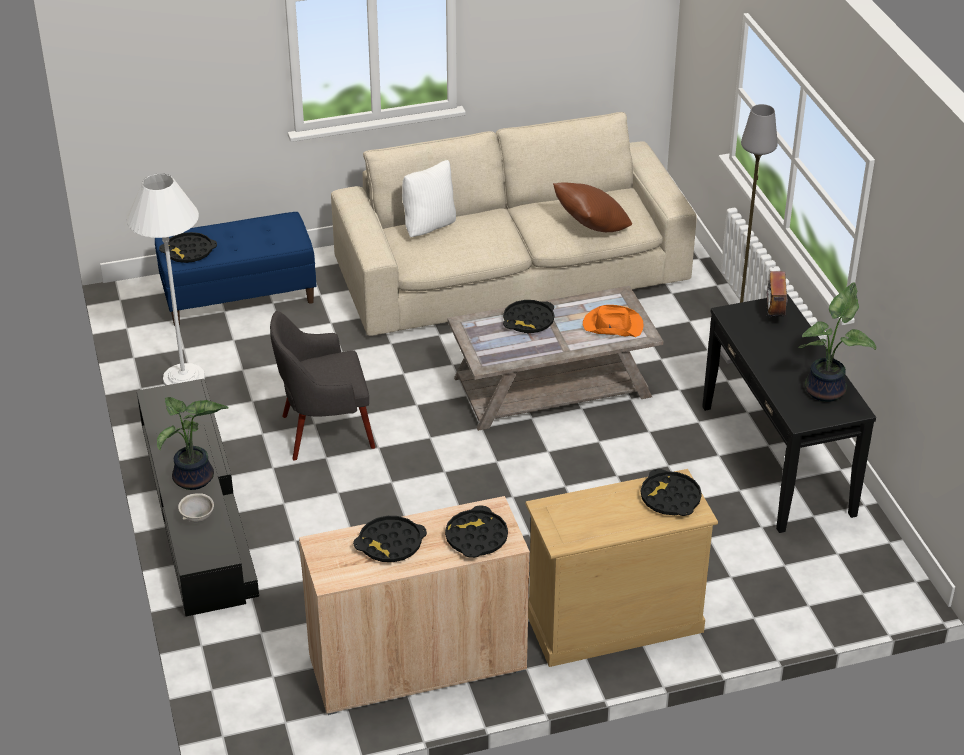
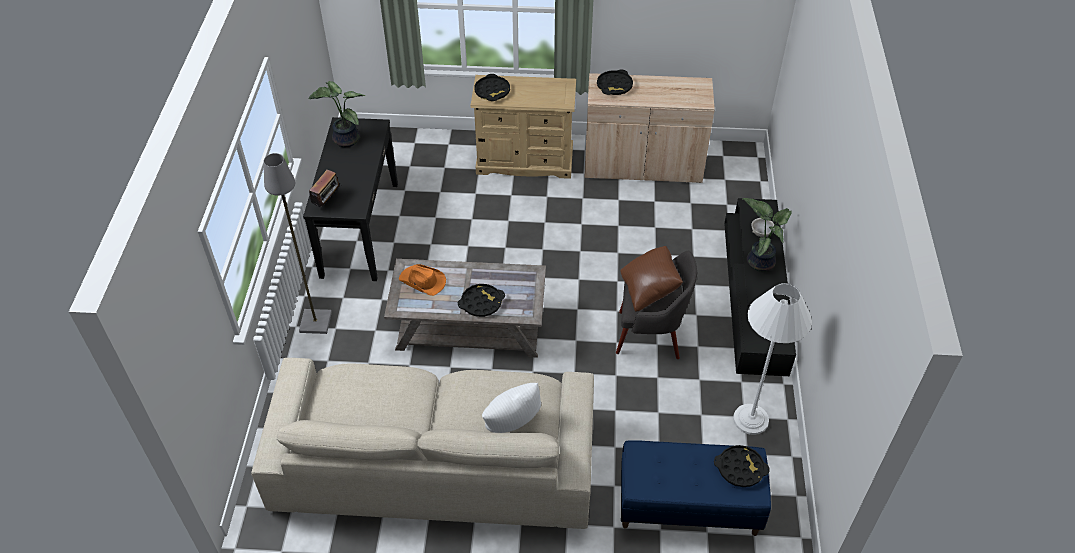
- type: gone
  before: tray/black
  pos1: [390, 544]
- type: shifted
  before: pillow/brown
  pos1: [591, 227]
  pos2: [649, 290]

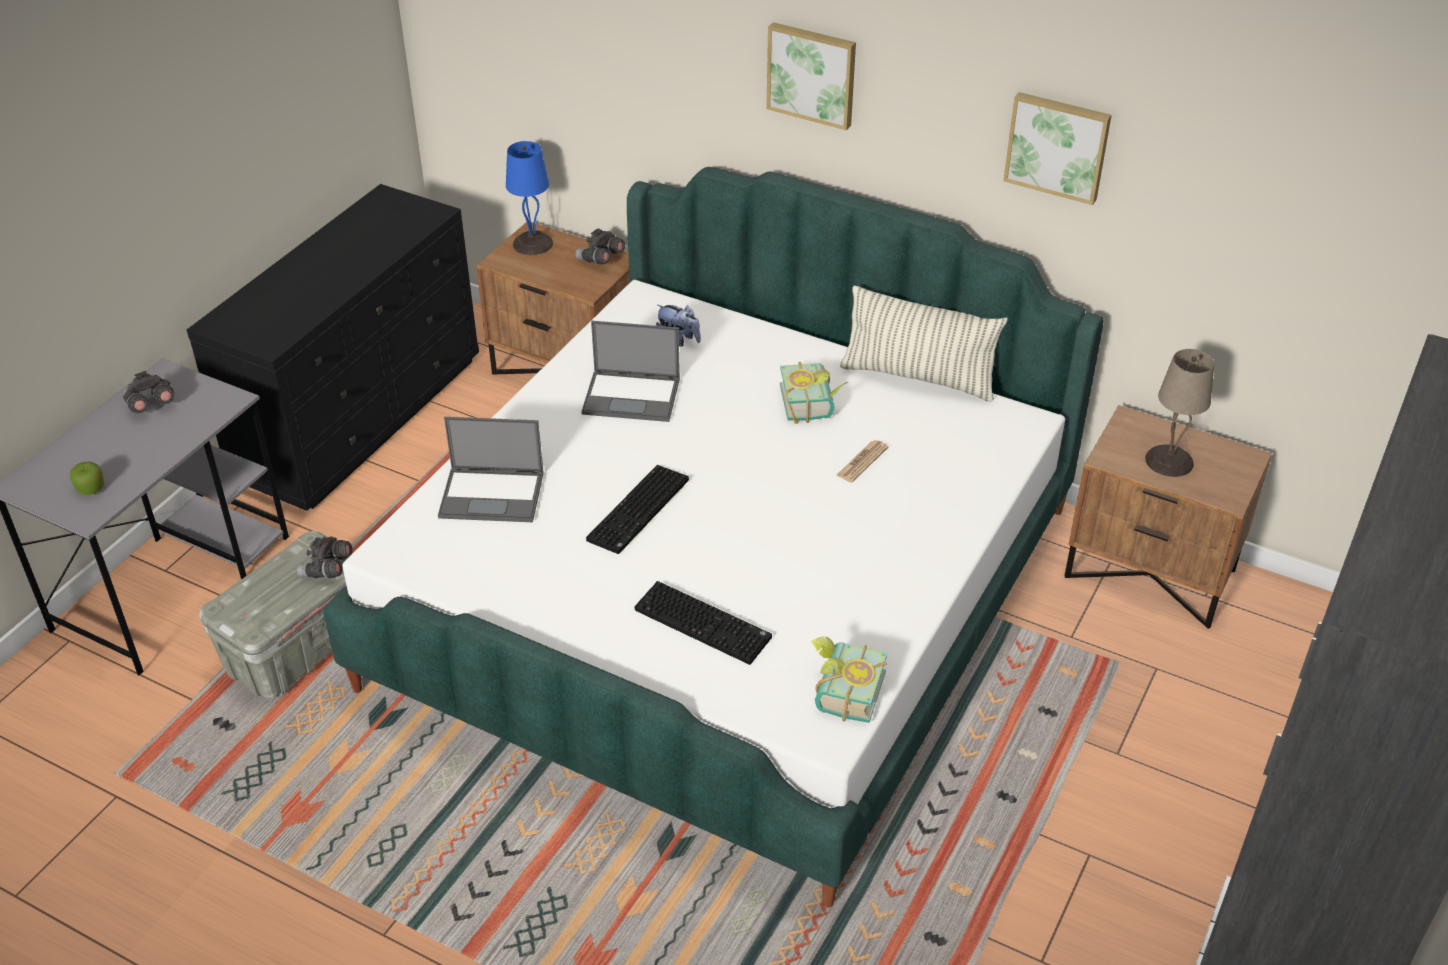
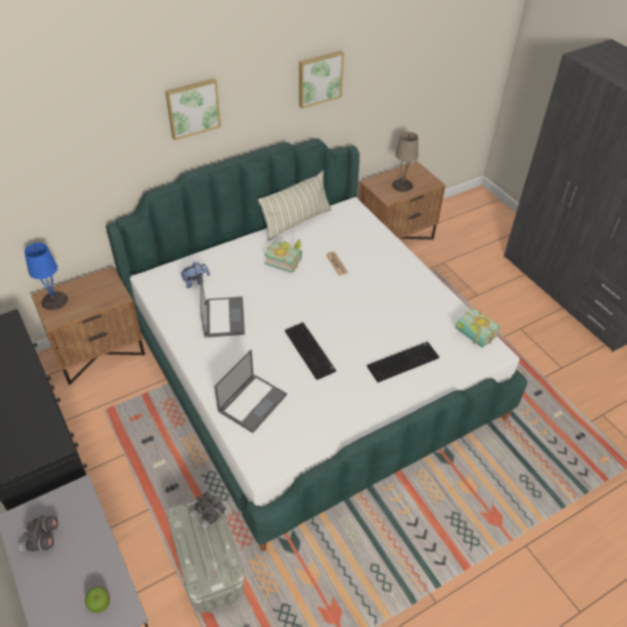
- type: gone
  before: binoculars/grey
  pos1: [600, 259]
- type: rotated
  before: laptop
  pos1: [632, 396]
  pos2: [223, 317]
  turn: -45

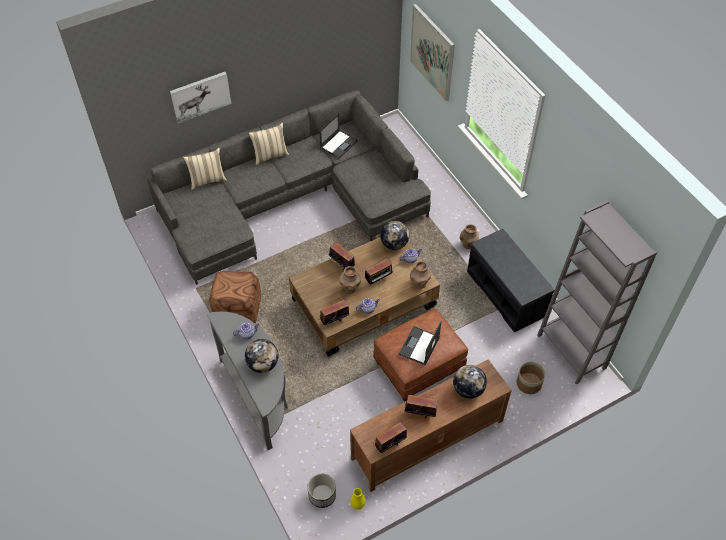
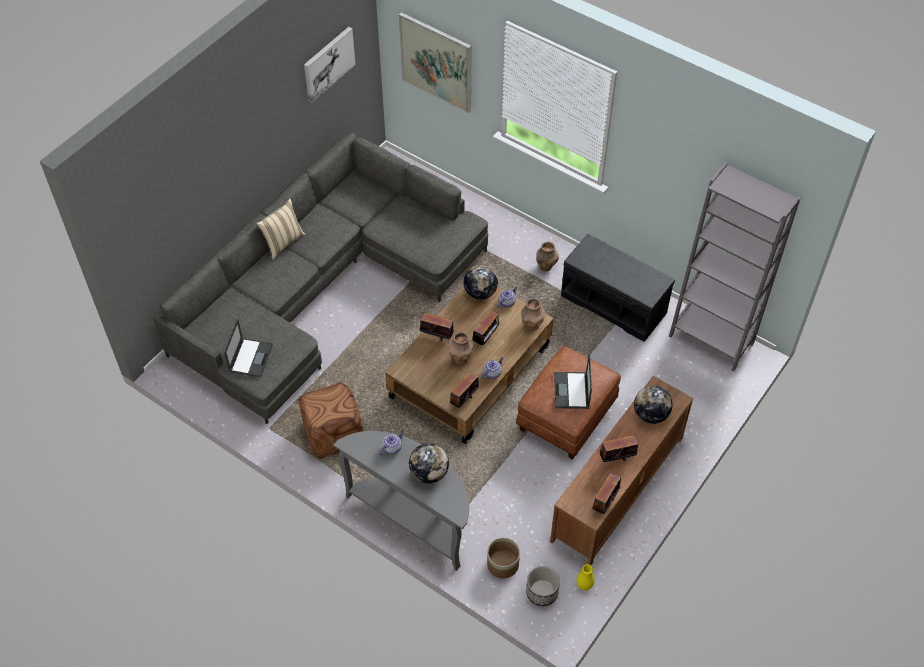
- type: shifted
  before: picture
  pos1: [200, 96]
  pos2: [328, 63]
- type: gone
  before: pillow/beige
  pos1: [207, 180]
- type: shifted
  before: laptop
  pos1: [339, 144]
  pos2: [251, 357]
- type: shifted
  before: planter
  pos1: [528, 383]
  pos2: [502, 564]

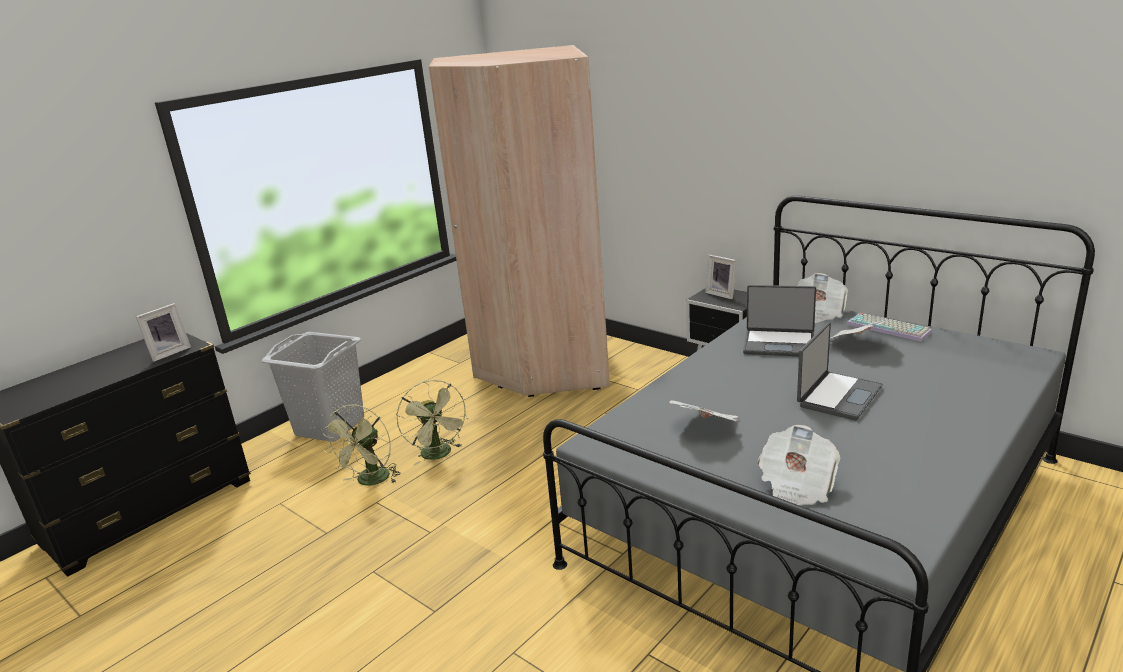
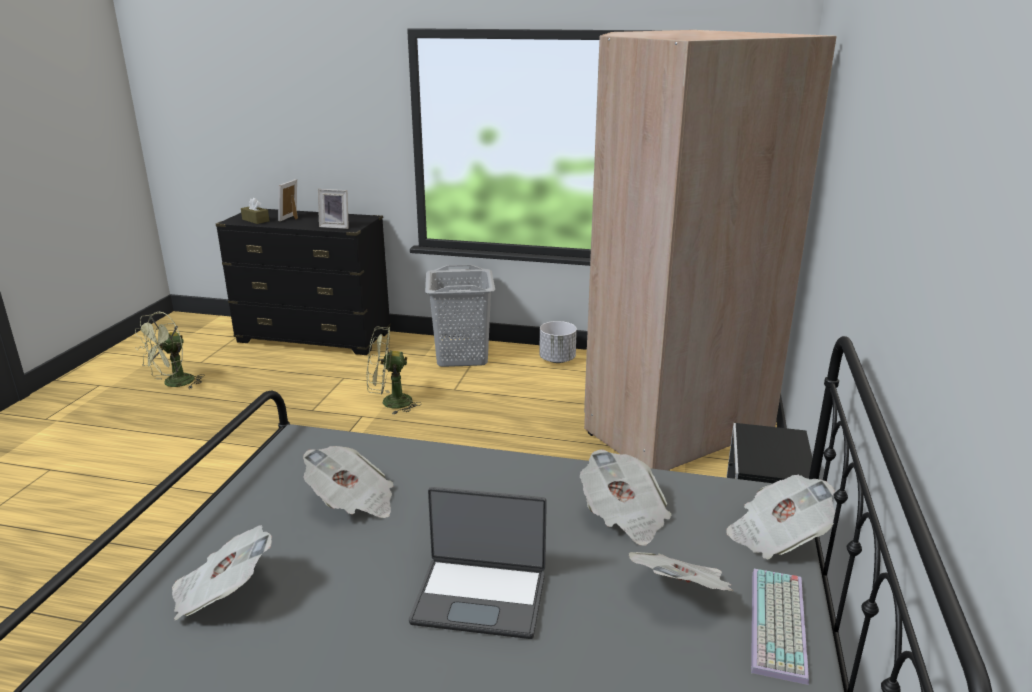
- type: shifted
  before: fan/green
  pos1: [439, 455]
  pos2: [174, 384]
- type: shifted
  before: picture frame
  pos1: [722, 294]
  pos2: [292, 218]
- type: swapped
  before: laptop
  after: newspaper
  pos1: [779, 344]
  pos2: [624, 517]
- type: new
  after: tissue box/brown
  pos2: [255, 220]
- type: new
  after: planter/white
  pos2: [557, 359]

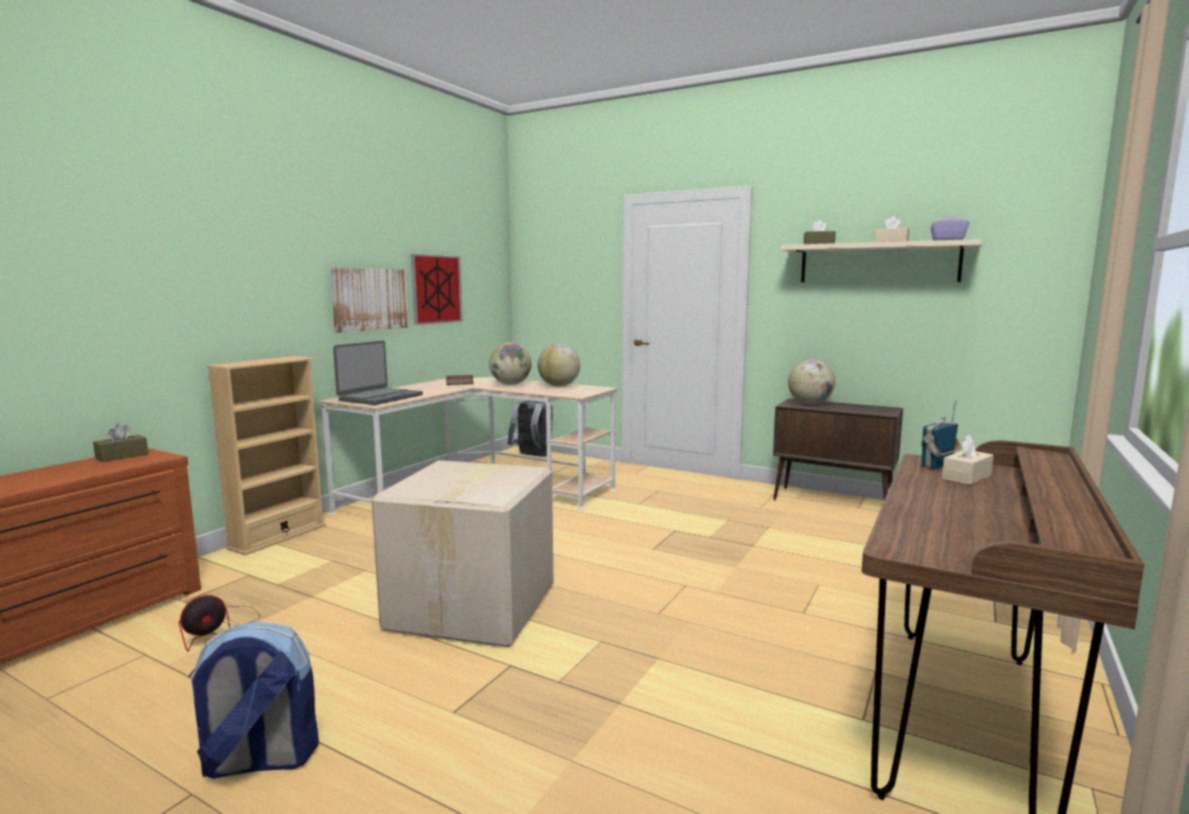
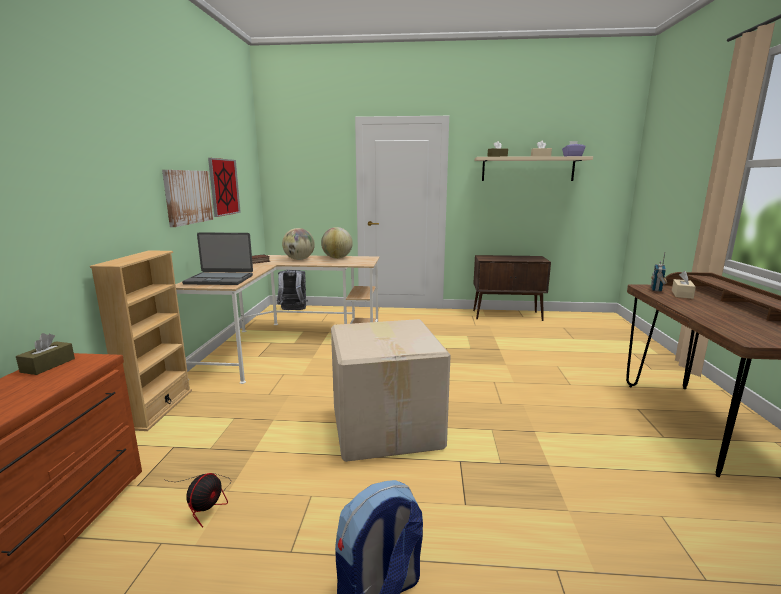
- type: rotated
  before: laptop
  pos1: [380, 398]
  pos2: [219, 279]
  turn: 90
- type: gone
  before: globe
  pos1: [810, 403]

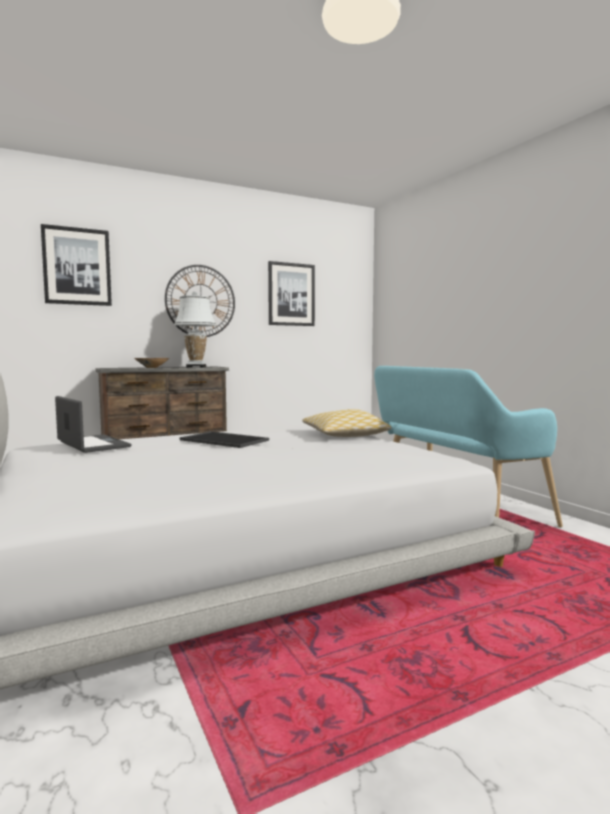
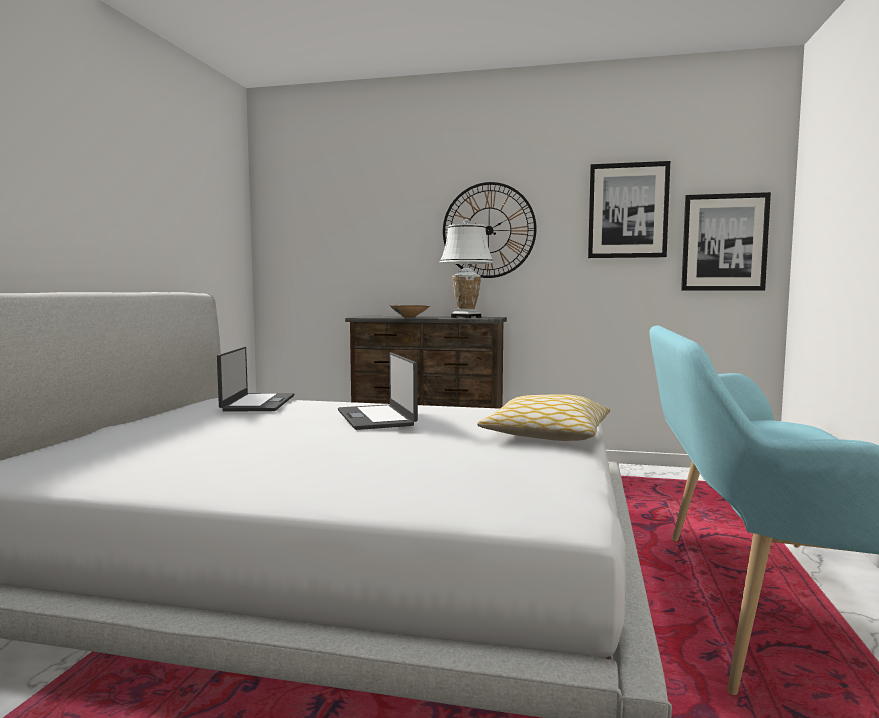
- type: shifted
  before: picture
  pos1: [77, 266]
  pos2: [724, 242]
- type: swapped
  before: tray
  after: laptop
  pos1: [225, 440]
  pos2: [377, 418]

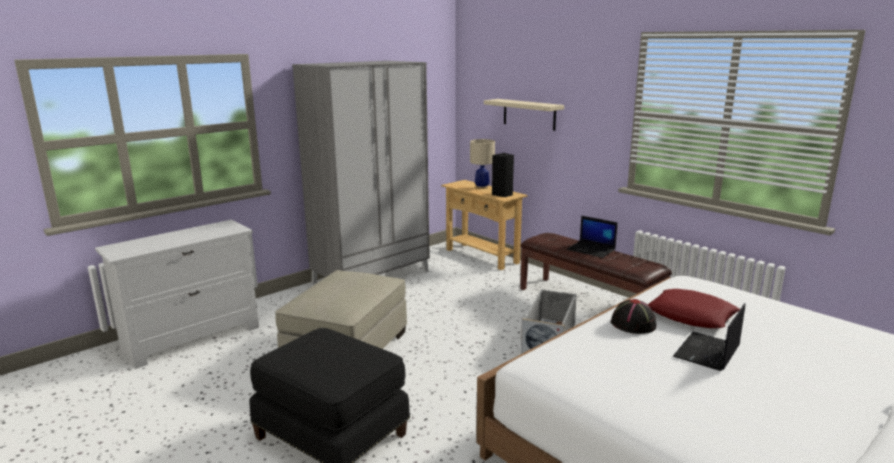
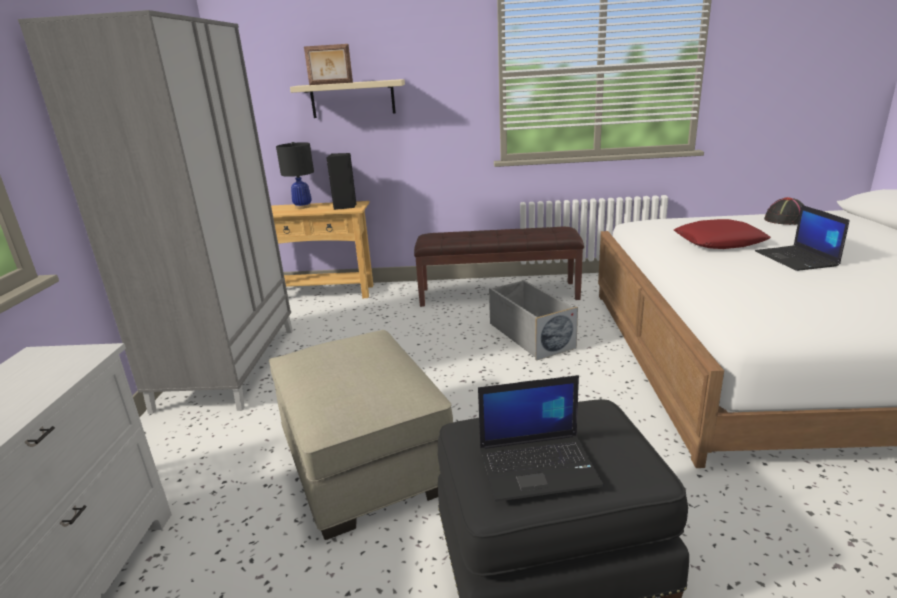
- type: repainted
  before: table lamp/beige
  after: table lamp/black
  pos1: [482, 187]
  pos2: [303, 206]
- type: shifted
  before: laptop
  pos1: [592, 250]
  pos2: [539, 466]
- type: shifted
  before: hat/black
  pos1: [633, 324]
  pos2: [786, 220]
- type: new
  after: picture frame
  pos2: [330, 83]

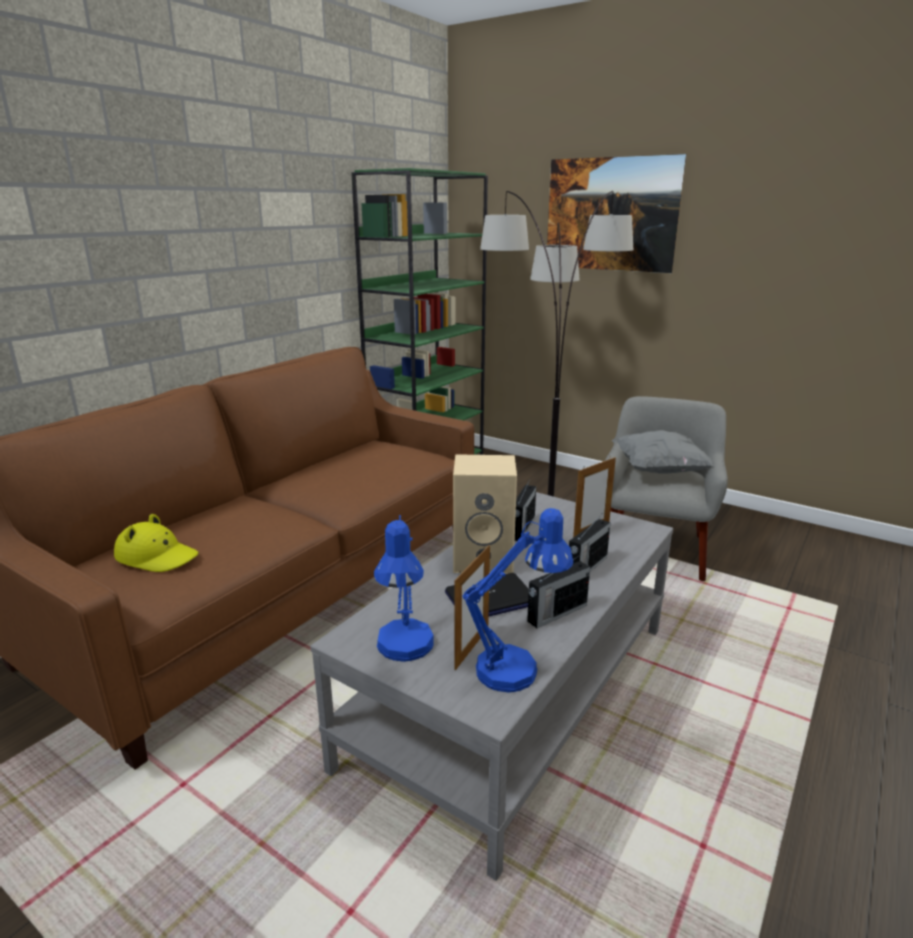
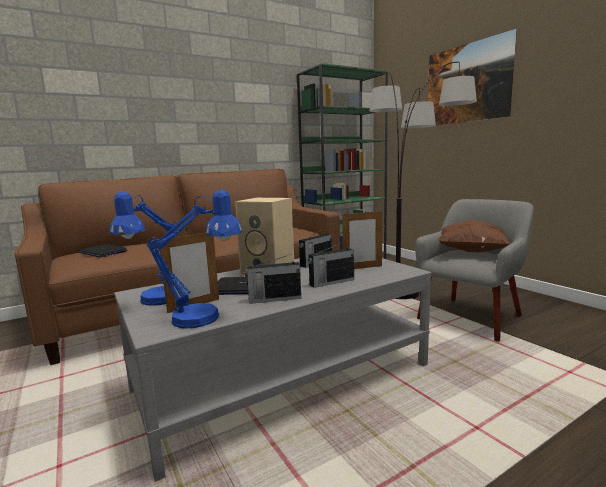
- type: swapped
  before: hat/yellow
  after: laptop
  pos1: [157, 556]
  pos2: [102, 252]
- type: repainted
  before: pillow/grey
  after: pillow/brown
  pos1: [659, 470]
  pos2: [471, 251]

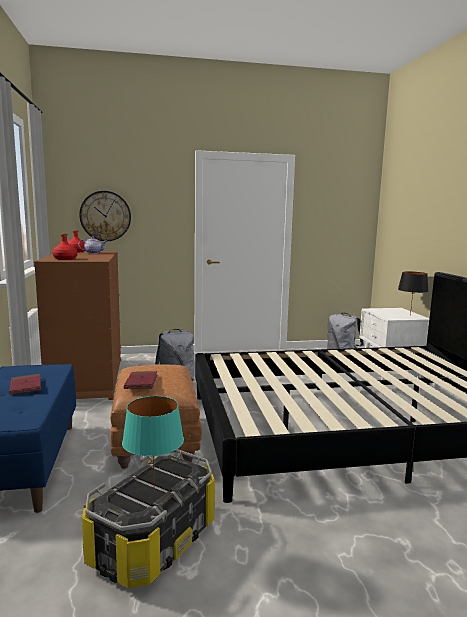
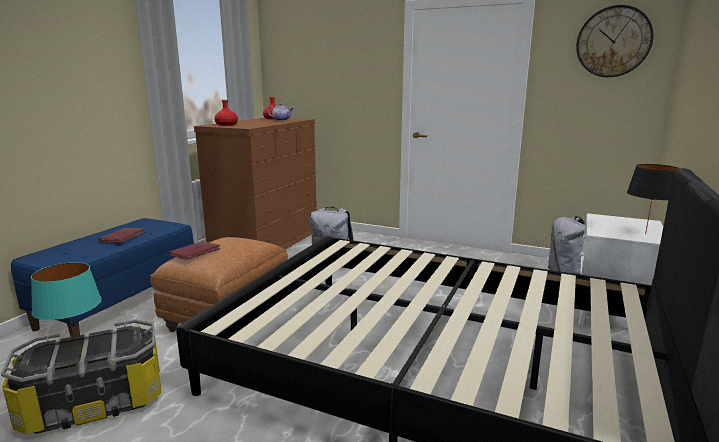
- type: shifted
  before: wall clock
  pos1: [105, 216]
  pos2: [613, 42]

